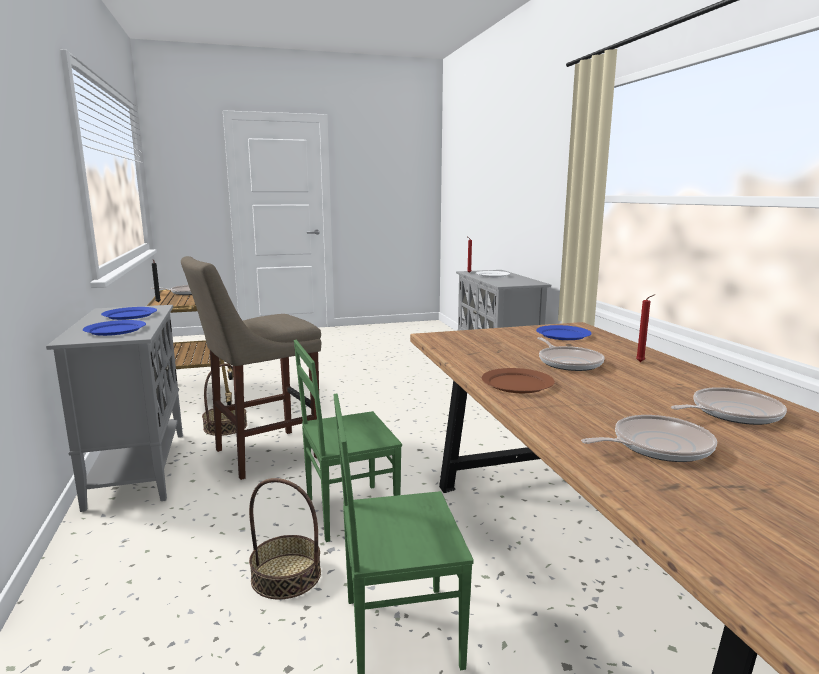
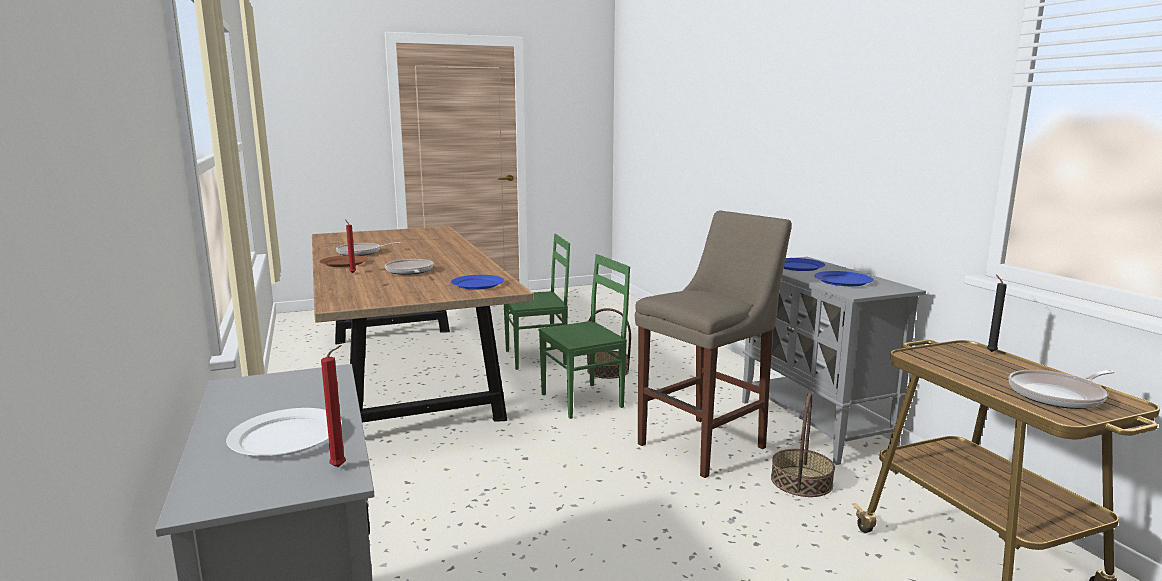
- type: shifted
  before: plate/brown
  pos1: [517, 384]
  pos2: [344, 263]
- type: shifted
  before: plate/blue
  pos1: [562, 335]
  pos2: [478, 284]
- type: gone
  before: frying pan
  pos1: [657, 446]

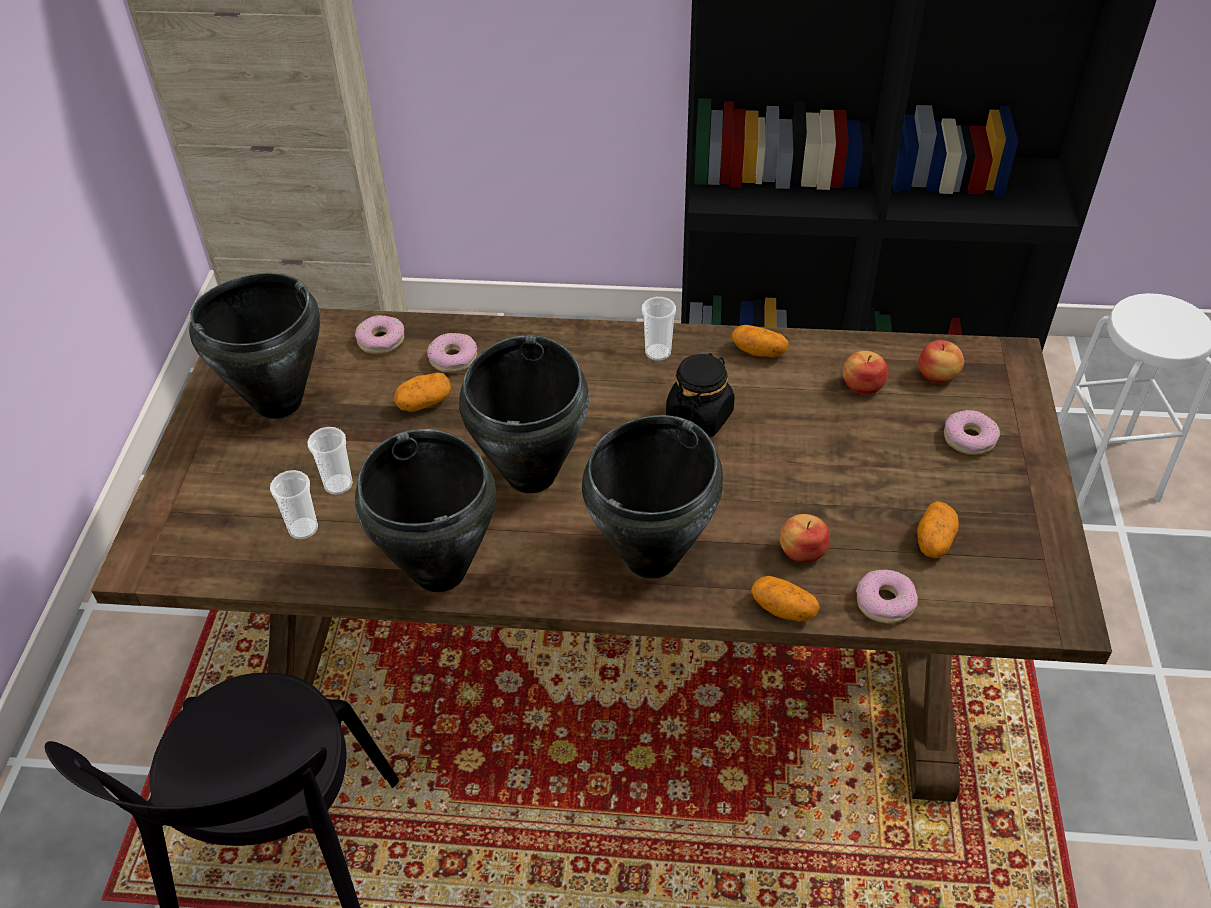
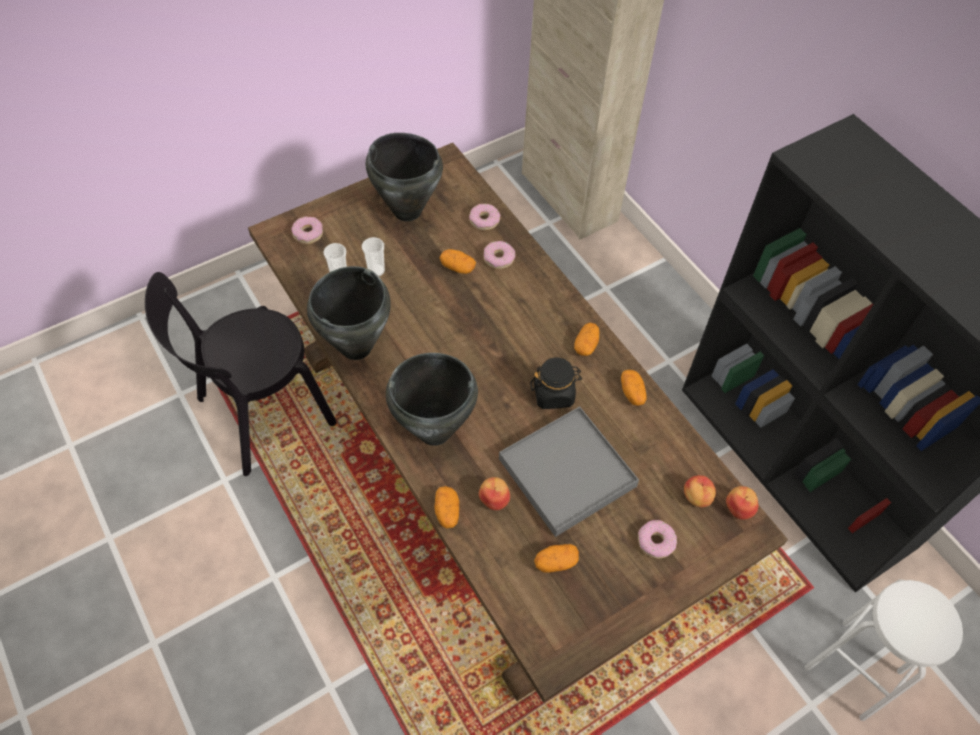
- type: gone
  before: cooking pot/black
  pos1: [532, 474]
- type: swapped
  before: cup
  after: potato
  pos1: [658, 352]
  pos2: [586, 345]
- type: shifted
  before: apple
  pos1: [862, 385]
  pos2: [739, 508]
- type: shifted
  before: donut
  pos1: [885, 602]
  pos2: [308, 233]
- type: new
  after: tray/grey
  pos2: [566, 472]

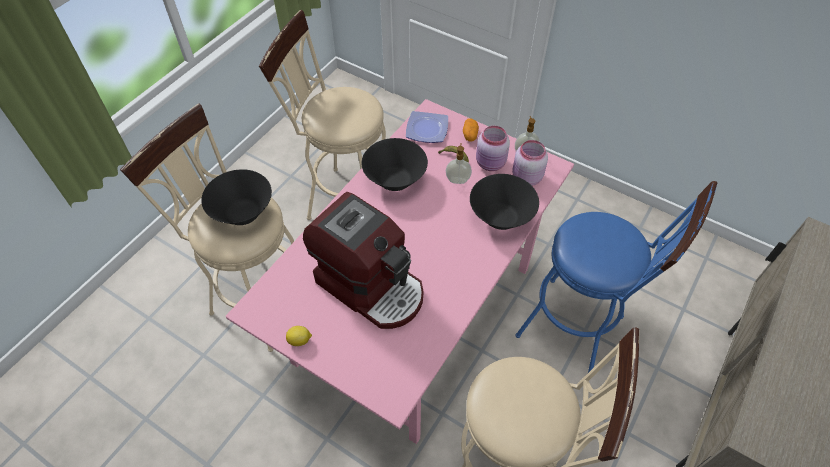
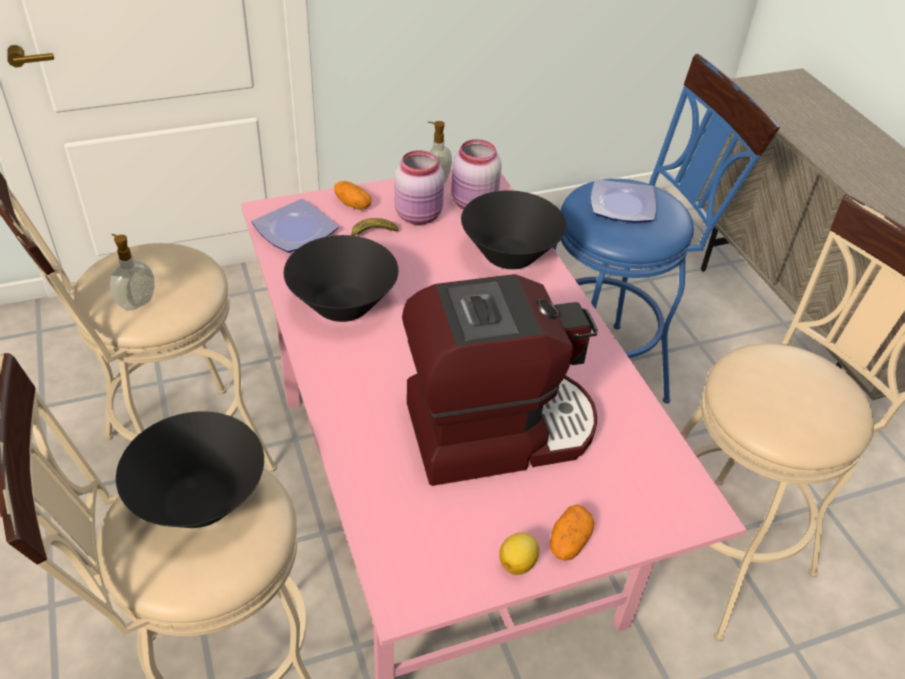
- type: shifted
  before: soap dispenser
  pos1: [457, 180]
  pos2: [136, 302]
- type: new
  after: potato
  pos2: [568, 541]
- type: new
  after: plate
  pos2: [623, 205]

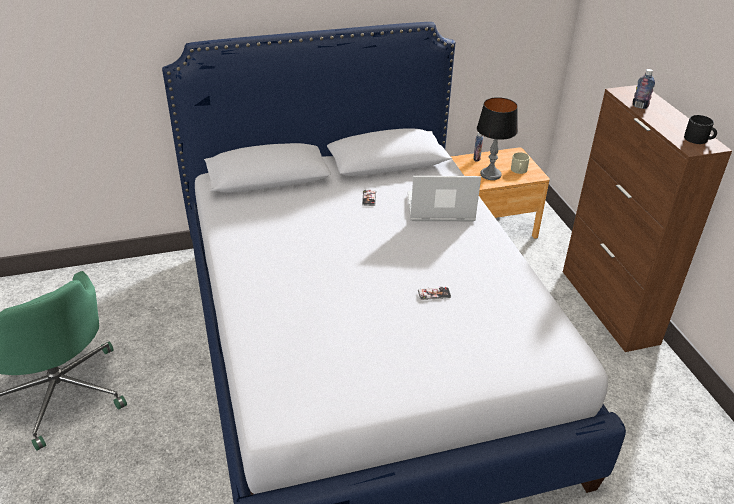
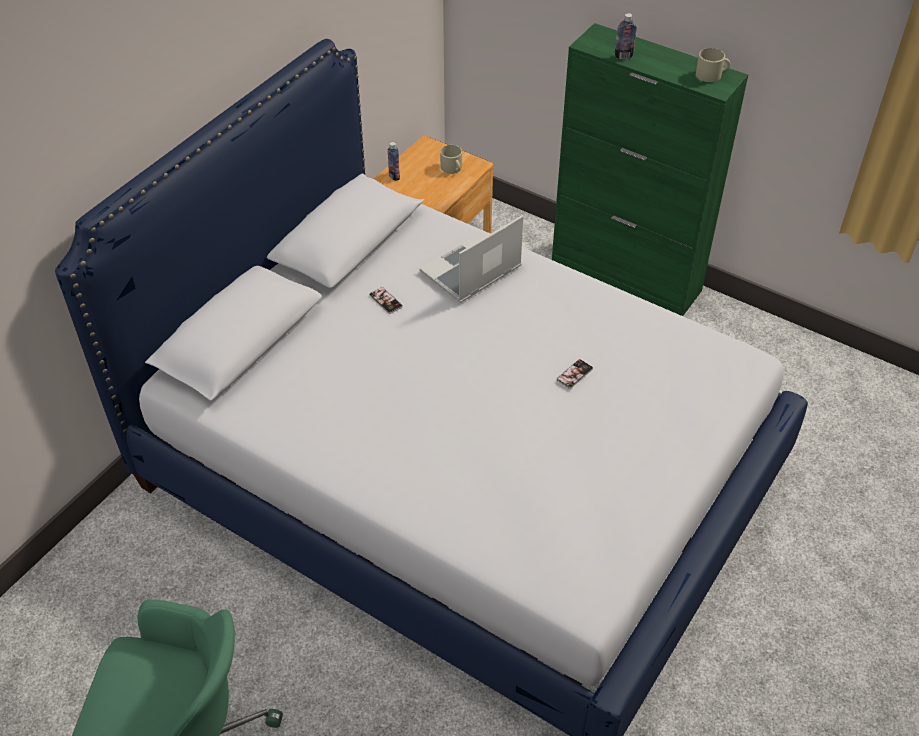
- type: gone
  before: table lamp
  pos1: [490, 174]
- type: repainted
  before: cabinet/brown
  after: cabinet/green
  pos1: [609, 306]
  pos2: [626, 277]
- type: repainted
  before: mug/black
  after: mug/beige
  pos1: [698, 139]
  pos2: [711, 75]

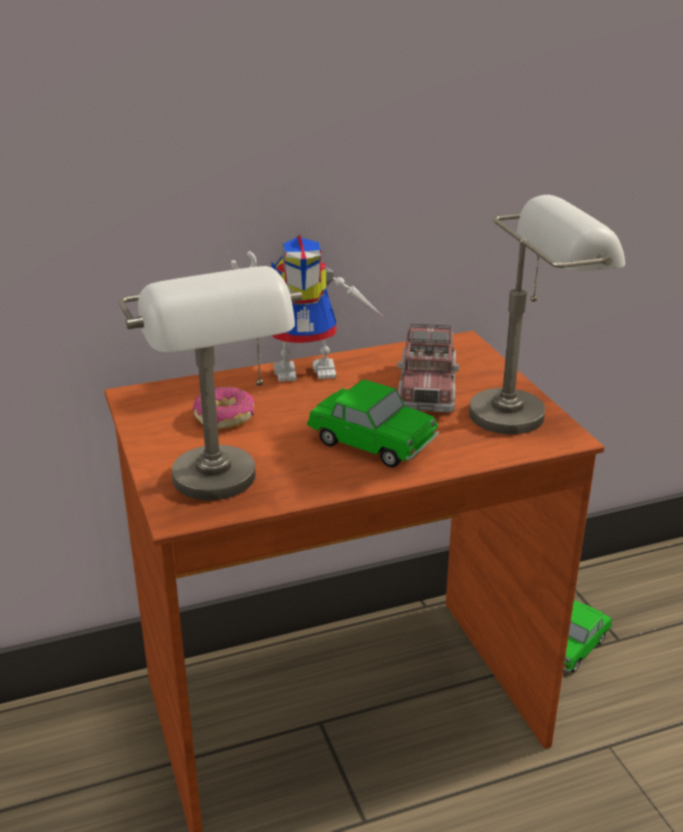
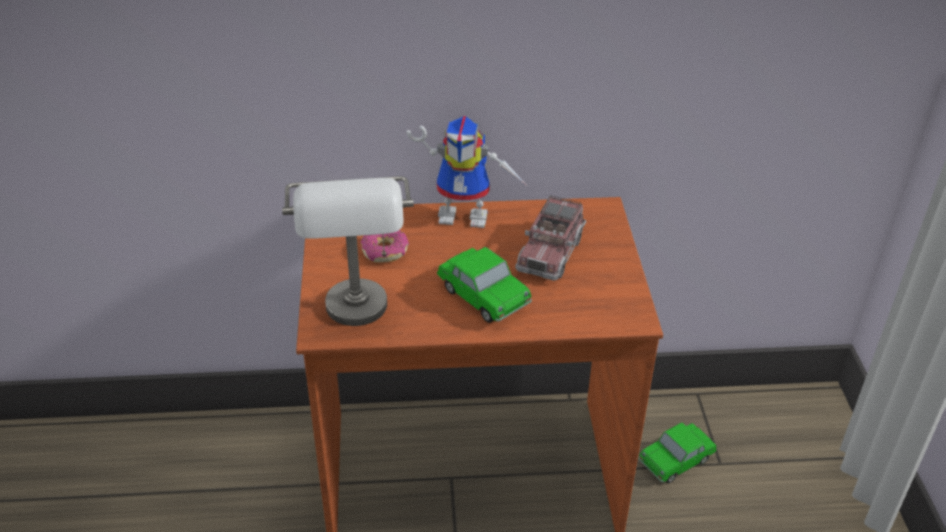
- type: gone
  before: table lamp/grey
  pos1: [529, 410]

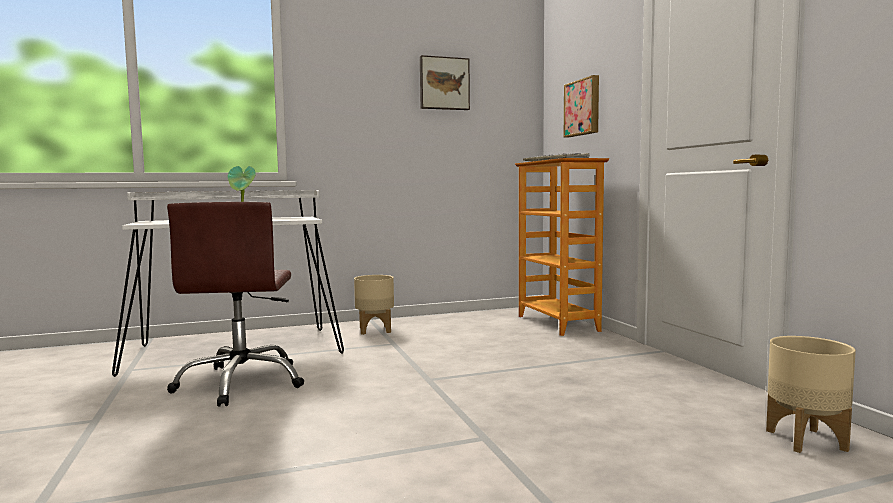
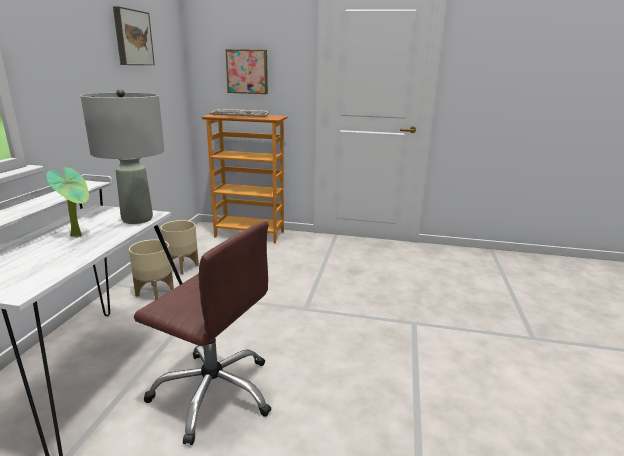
- type: shifted
  before: planter/beige
  pos1: [805, 440]
  pos2: [182, 267]
- type: new
  after: table lamp/grey
  pos2: [137, 219]

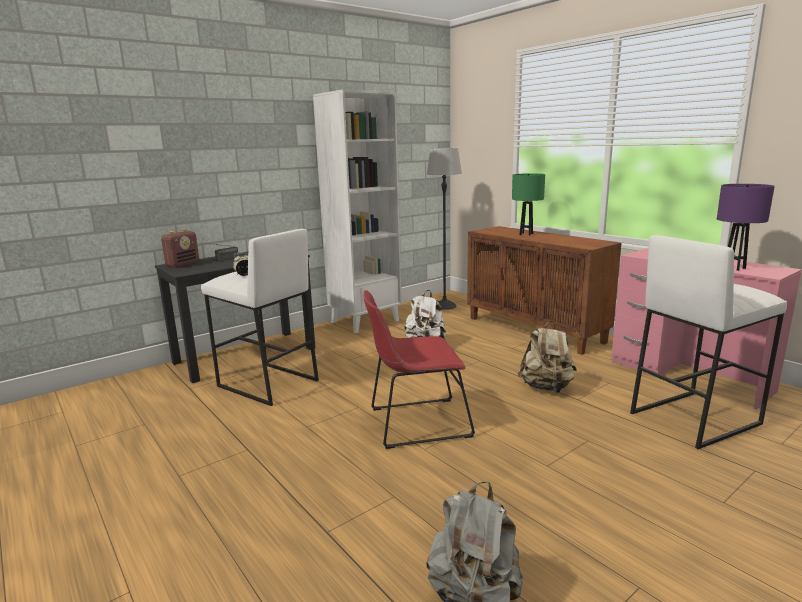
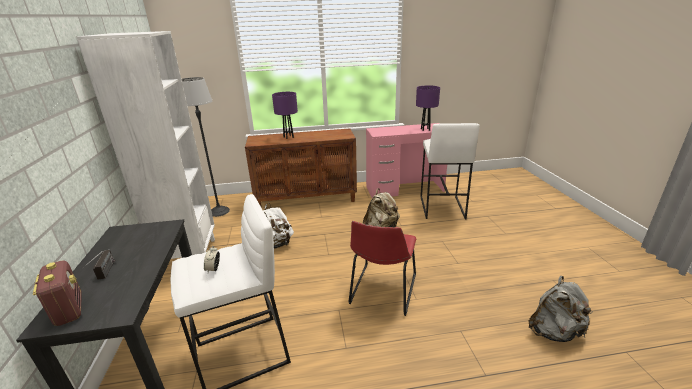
- type: repainted
  before: table lamp/green
  after: table lamp/purple
  pos1: [526, 234]
  pos2: [288, 137]

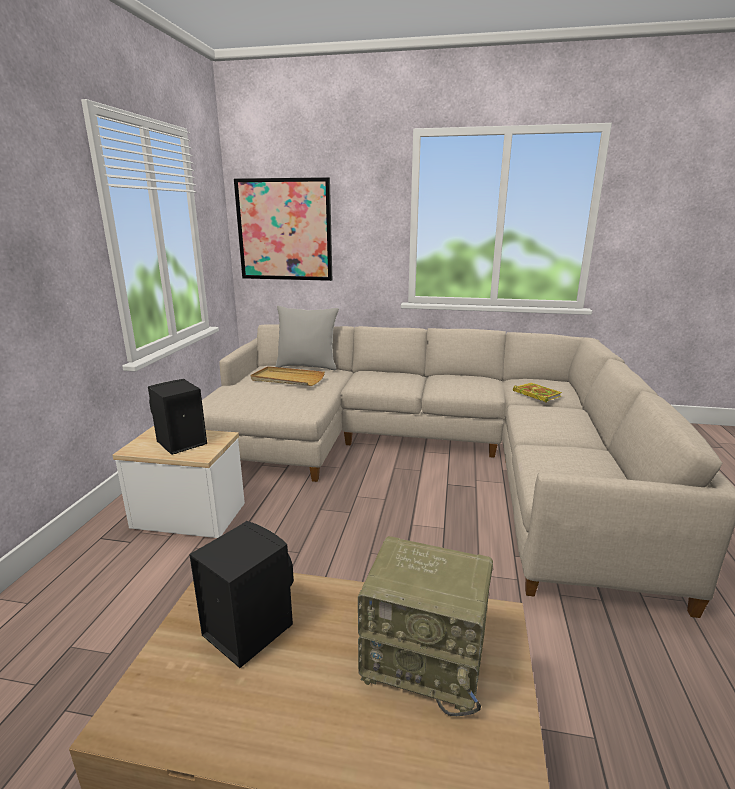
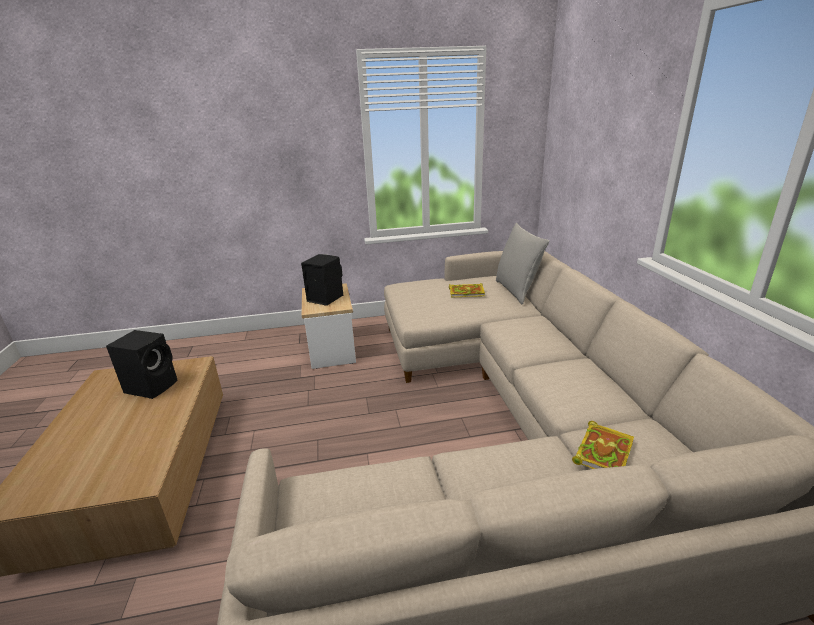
- type: gone
  before: picture
  pos1: [284, 230]
- type: swapped
  before: tray/beige
  after: book
  pos1: [287, 379]
  pos2: [467, 292]
- type: gone
  before: radio
  pos1: [427, 658]

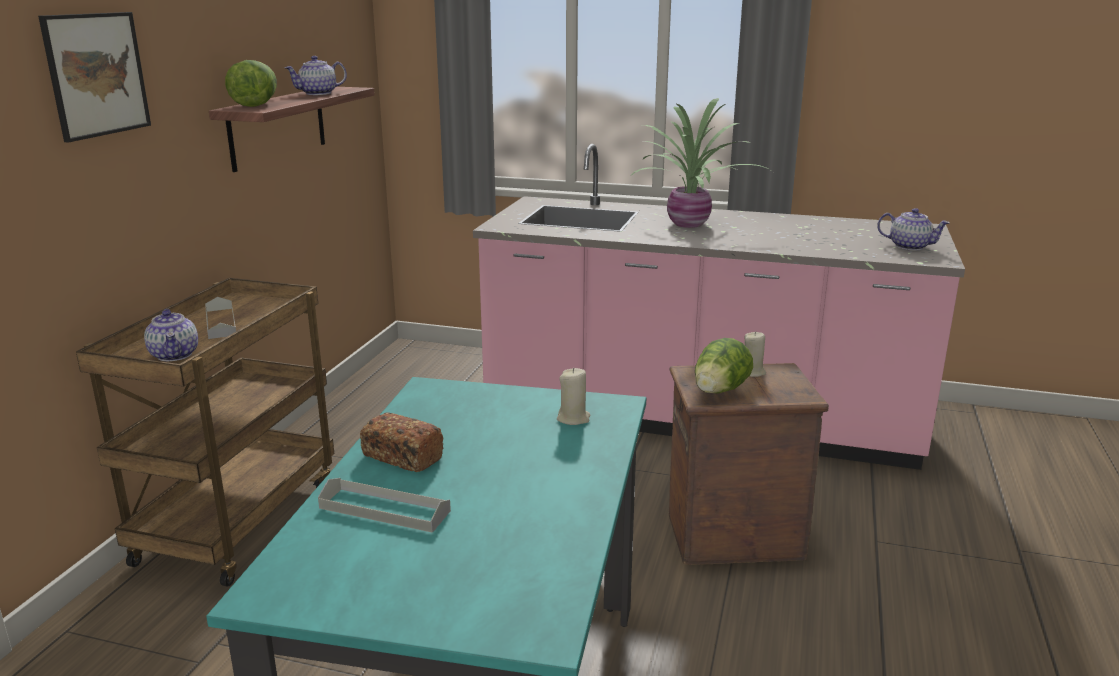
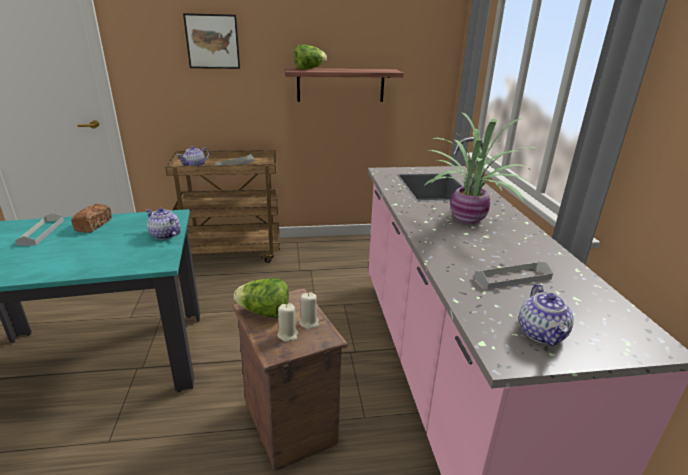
- type: shifted
  before: teapot
  pos1: [318, 93]
  pos2: [164, 235]
- type: shifted
  before: candle/beige
  pos1: [573, 418]
  pos2: [288, 334]
- type: new
  after: tray/grey
  pos2: [512, 278]

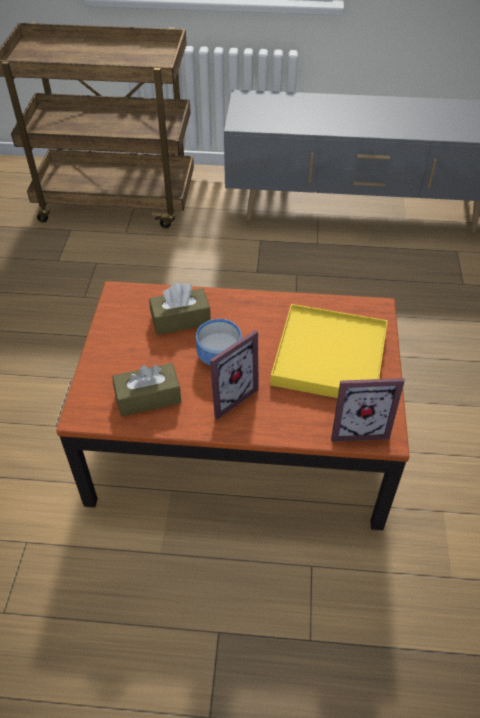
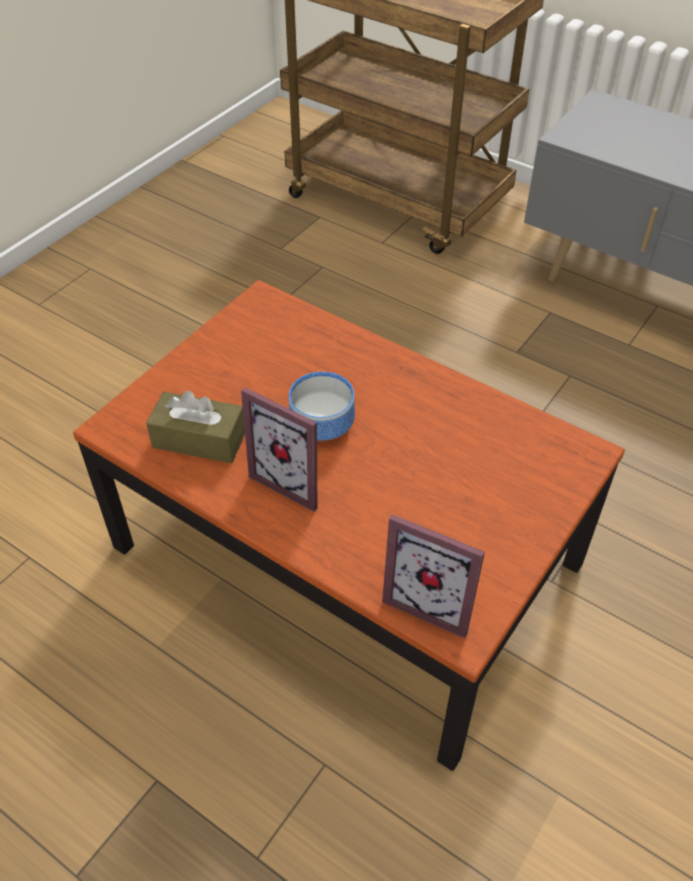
- type: gone
  before: tissue box/brown
  pos1: [180, 320]
- type: rotated
  before: picture frame
  pos1: [227, 395]
  pos2: [294, 479]
  turn: 45
- type: gone
  before: tray/yellow
  pos1: [330, 357]

